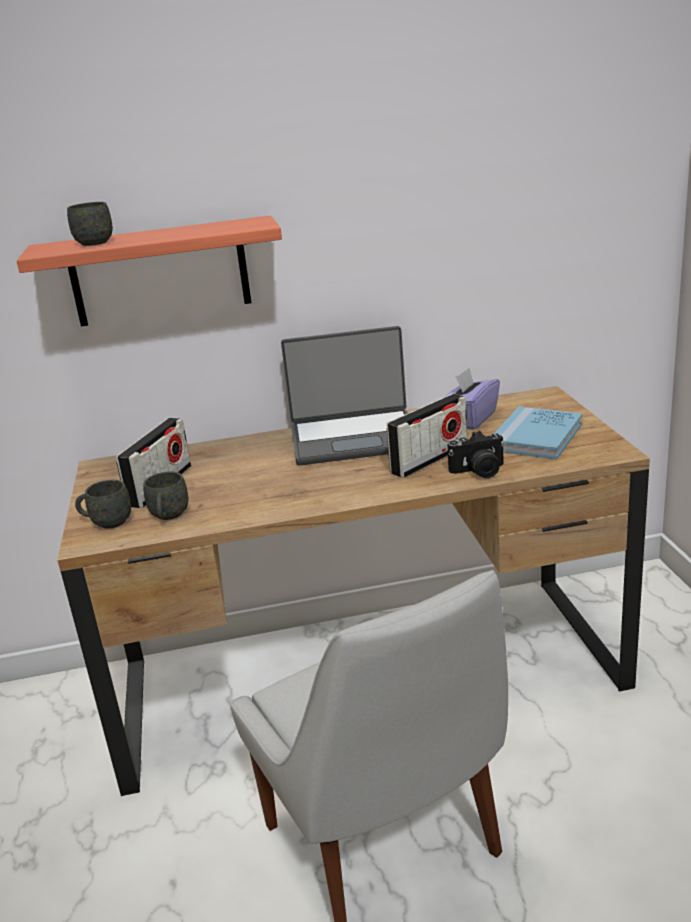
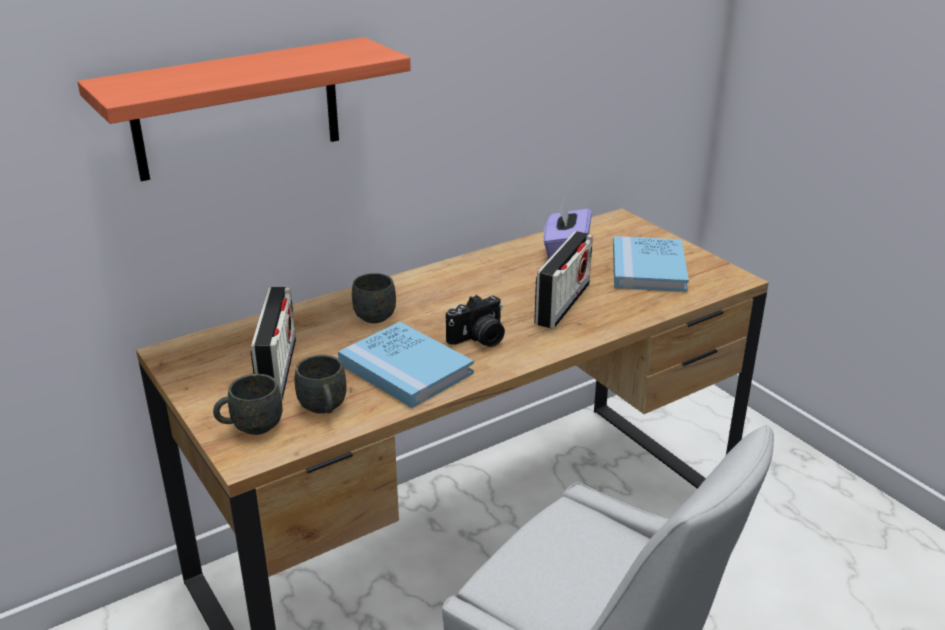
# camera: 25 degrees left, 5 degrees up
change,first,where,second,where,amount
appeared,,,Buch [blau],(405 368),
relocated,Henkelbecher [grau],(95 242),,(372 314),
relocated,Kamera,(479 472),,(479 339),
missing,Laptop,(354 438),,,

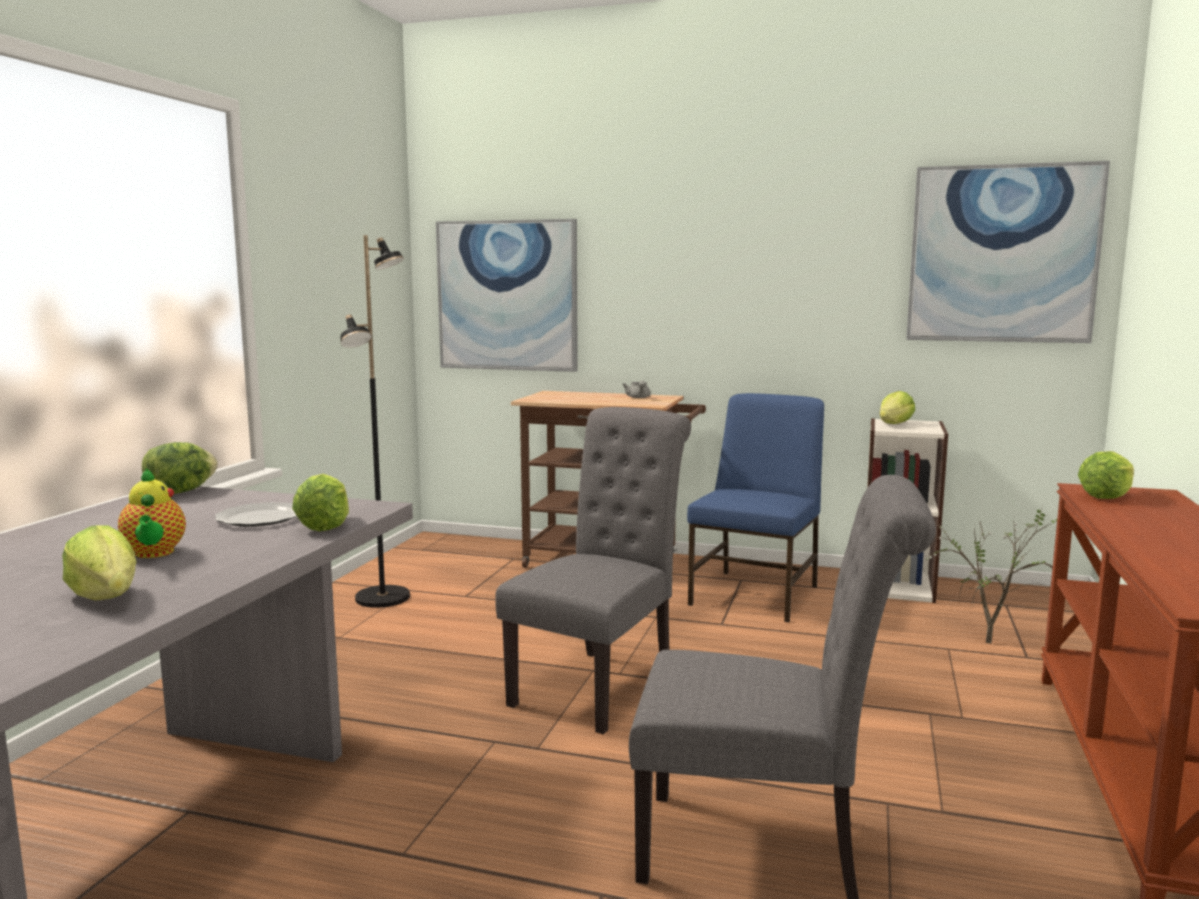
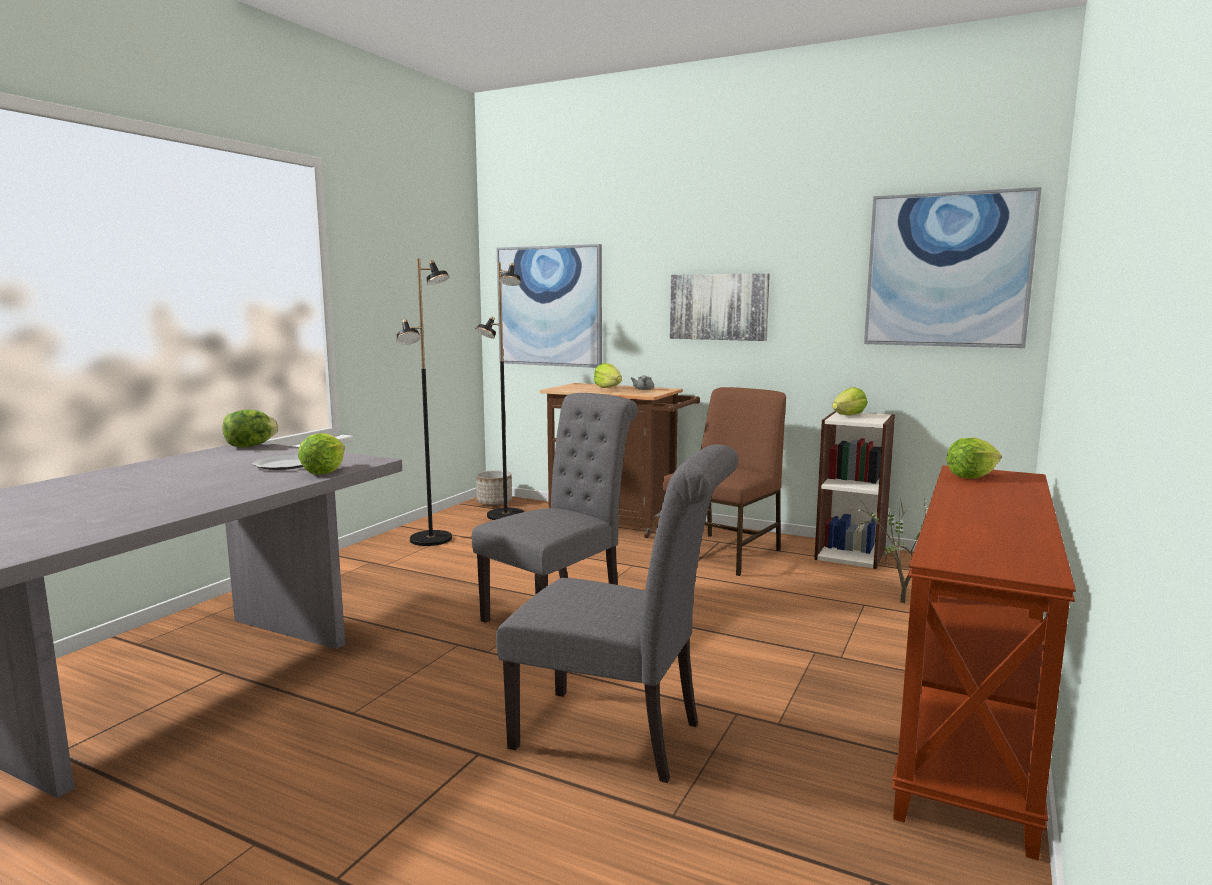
# camera: 10 degrees right, 0 degrees up
change,first,where,second,where,amount
appeared,,,Stehlampe [schwarz],(505 516),
appeared,,,Pflanzkübel,(494 503),
relocated,Salatkopf,(106 597),,(608 387),
colour,Stuhl [blau],(756 594),Stuhl [braun],(725 553),
appeared,,,Bild,(719 307),
missing,Teekanne,(154 554),,,

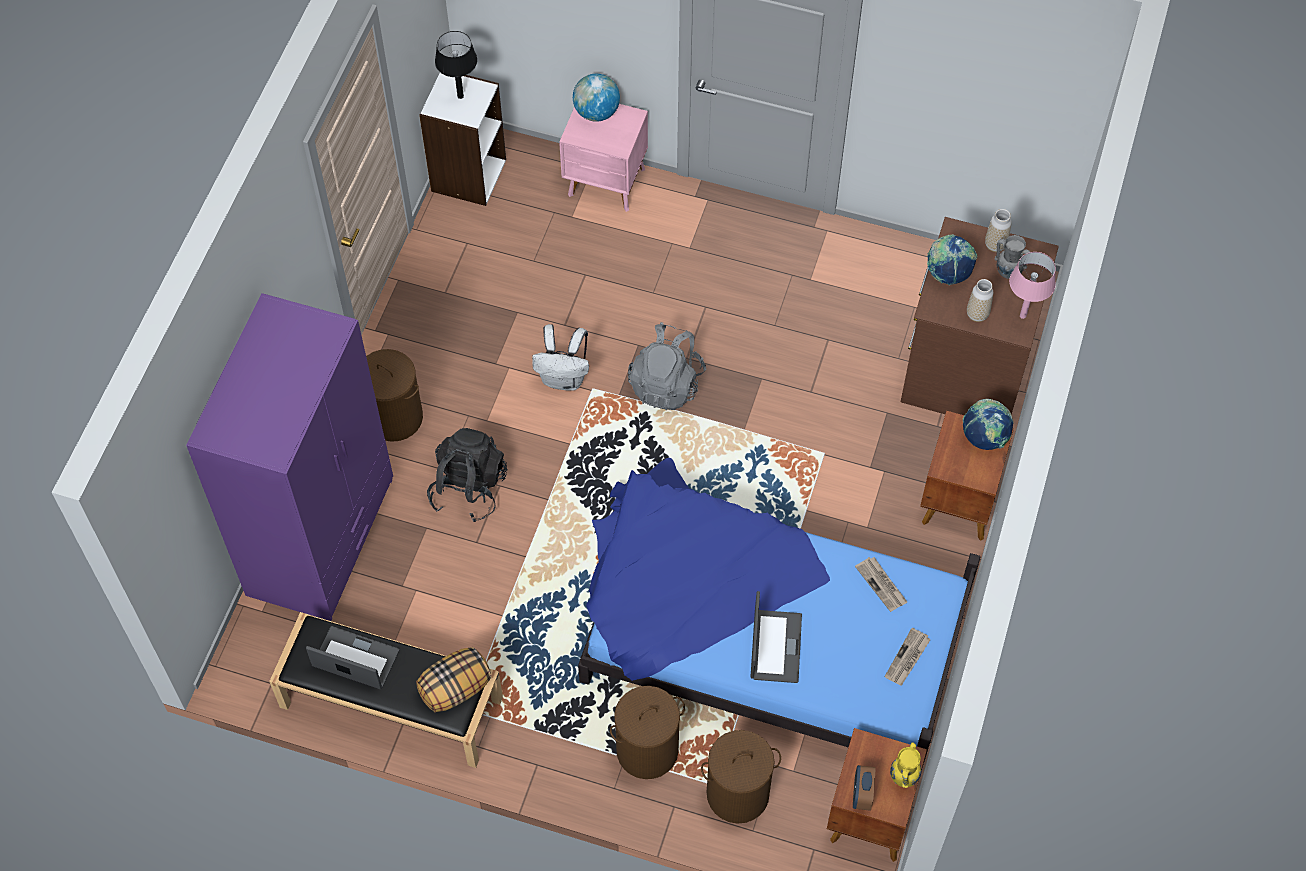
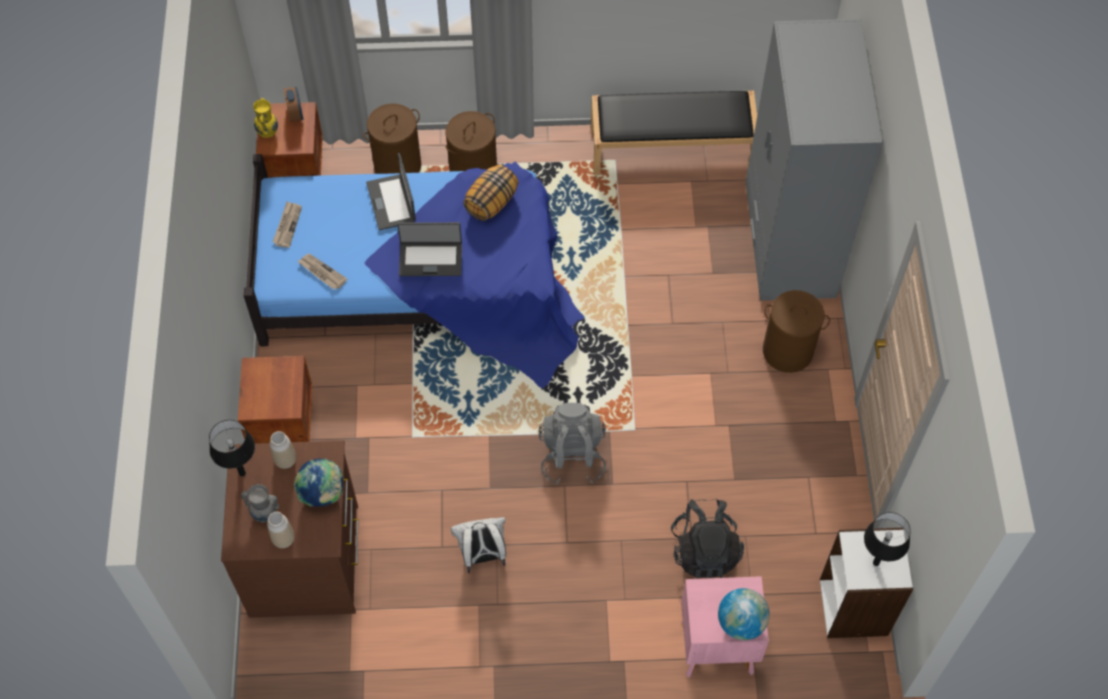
# camera: 160 degrees right, 0 degrees up
change,first,where,second,where,amount
colour,Tischlampe [rosa],(1023 315),Tischlampe [schwarz],(242 473),
relocated,Laptop,(355 659),,(430 259),
relocated,Rucksack [weiß],(564 378),,(482 556),
relocated,Kissen,(455 689),,(491 202),
relocated,Rucksack [schwarz],(468 488),,(705 550),
colour,Kleiderschrank [lila],(322 537),Kleiderschrank [grau],(788 241),
missing,Globus,(984 438),,,

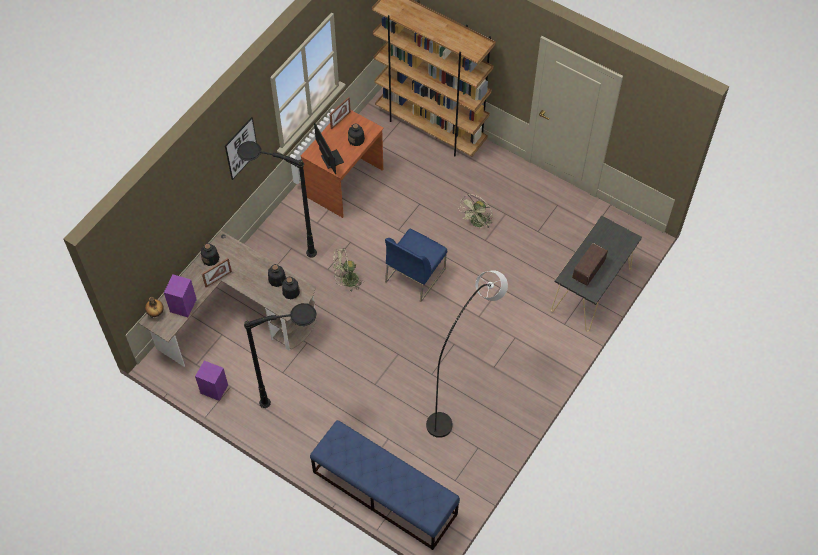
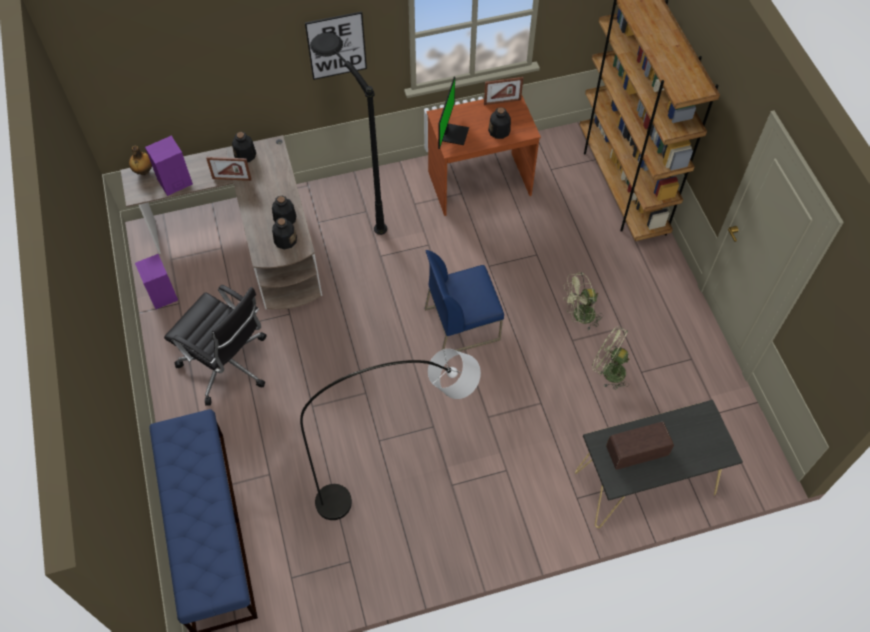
# camera: 40 degrees right, 0 degrees up
change,first,where,second,where,amount
exchanged,Stehlampe [schwarz],(301 399),Bürostuhl [schwarz],(228 365),
relocated,Ventilator [grün],(346 281),,(608 371),

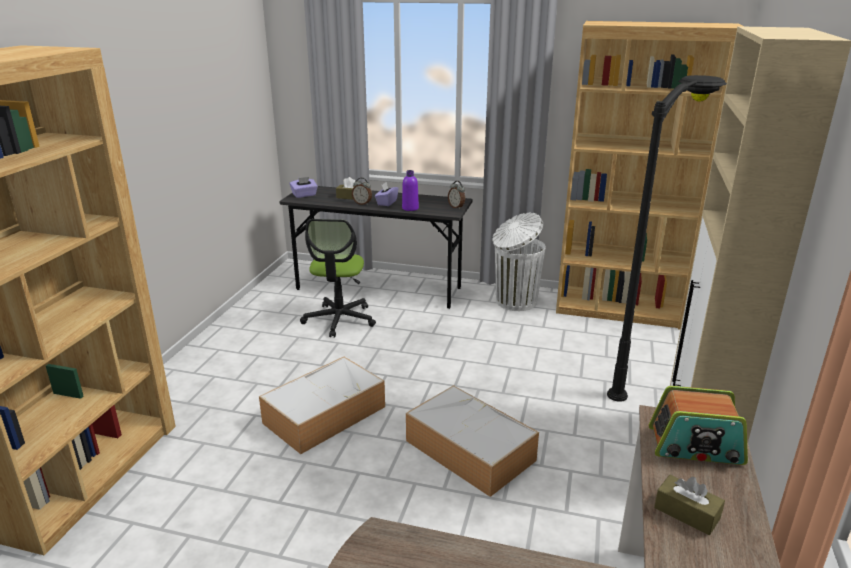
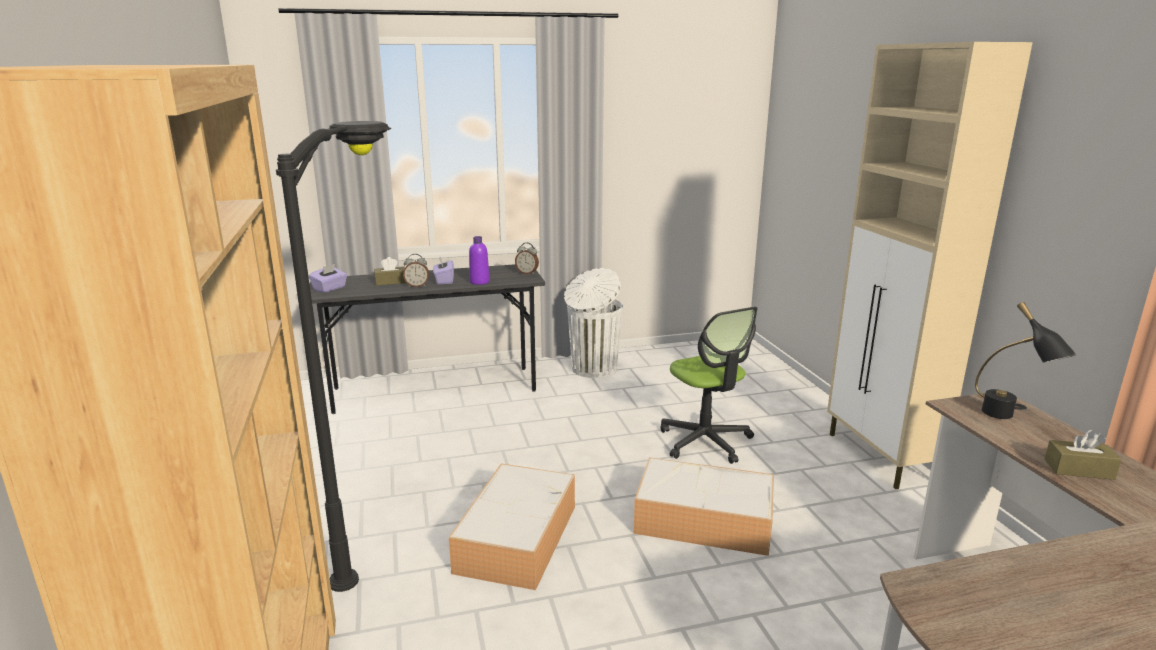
# camera: 30 degrees left, 5 degrees down
change,first,where,second,where,amount
relocated,Stehlampe [schwarz],(644 370),,(384 528),
relocated,Bürostuhl,(339 320),,(705 441),
exchanged,Radio,(695 446),Tischlampe [schwarz],(1009 418),
missing,Bücherregal [braun],(621 309),,,

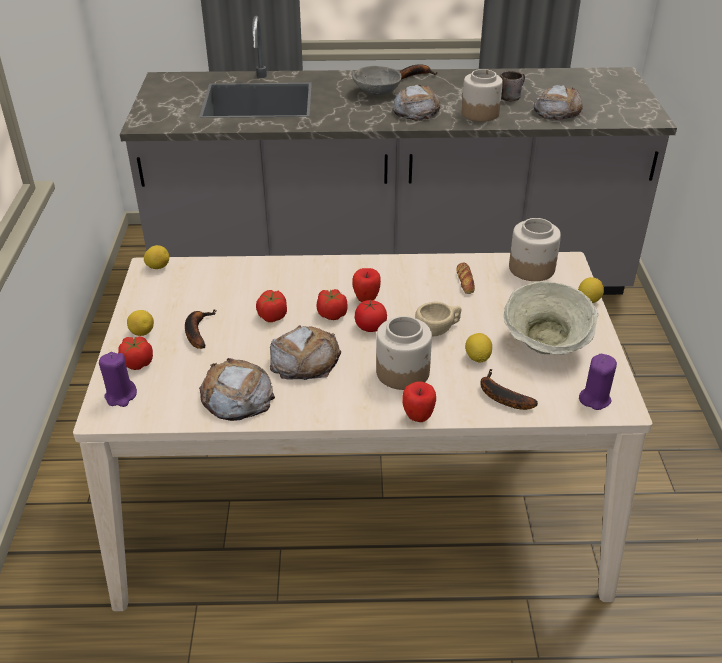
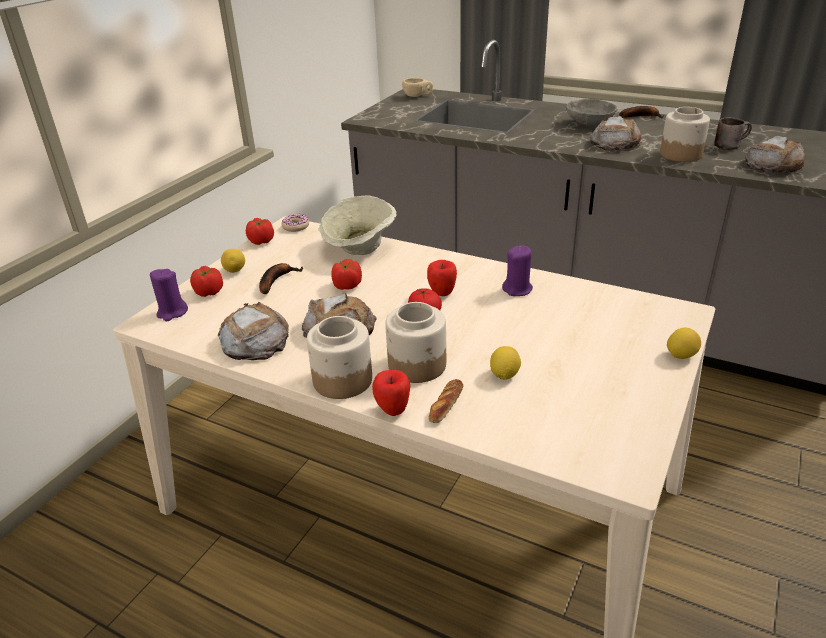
# camera: 30 degrees right, 5 degrees down
change,first,where,second,where,amount
relocated,Tomate,(332 314),,(261 241),
exchanged,Zitrone,(158 267),Donut,(295 227),
relocated,Vorratsglas,(531 268),,(341 380),
relocated,Schüssel [beige],(546 345),,(358 249),
relocated,Tasse [beige],(438 330),,(417 96),
relocated,Brot,(465 281),,(446 404),
relocated,Kerze [lila],(594 399),,(517 289),
missing,Banane,(500 396),,,

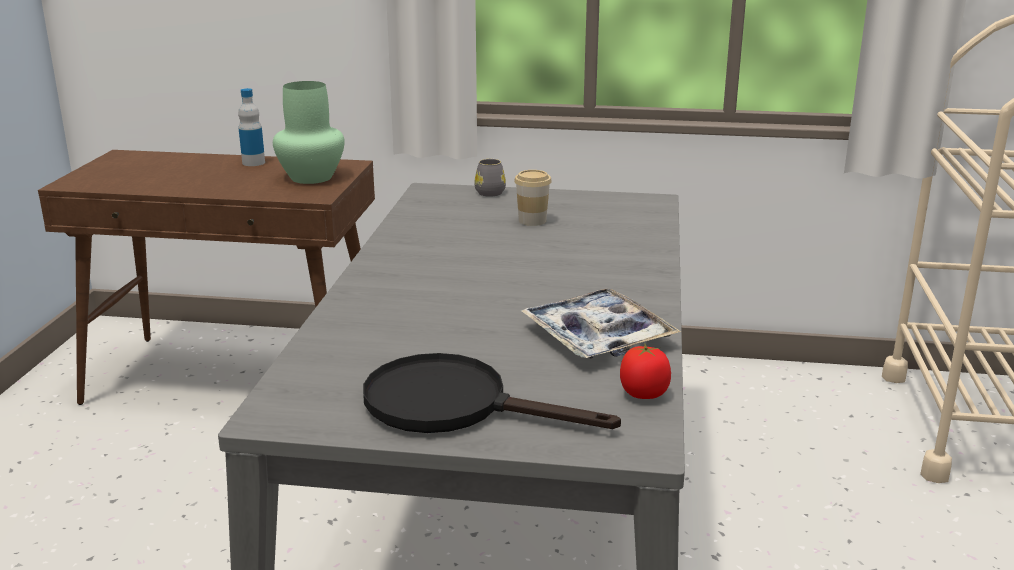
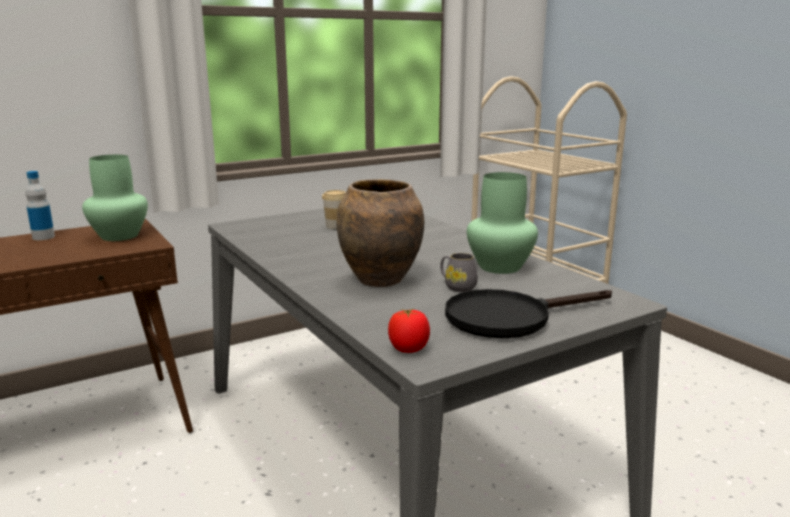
# camera: 40 degrees left, 5 degrees down
change,first,where,second,where,amount
appeared,,,Vase [braun],(380 280),
relocated,Tomate,(644 394),,(409 349),
relocated,Henkelbecher [grau],(489 191),,(457 287),
exchanged,Tablett,(597 336),Vase [grün],(499 266),

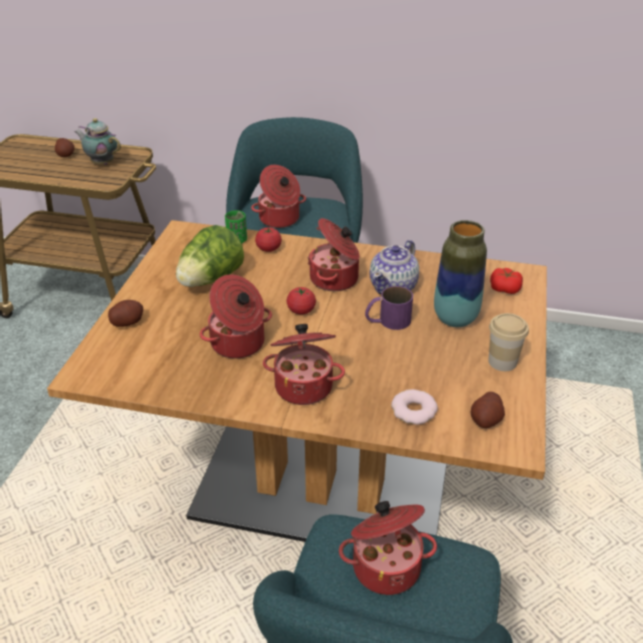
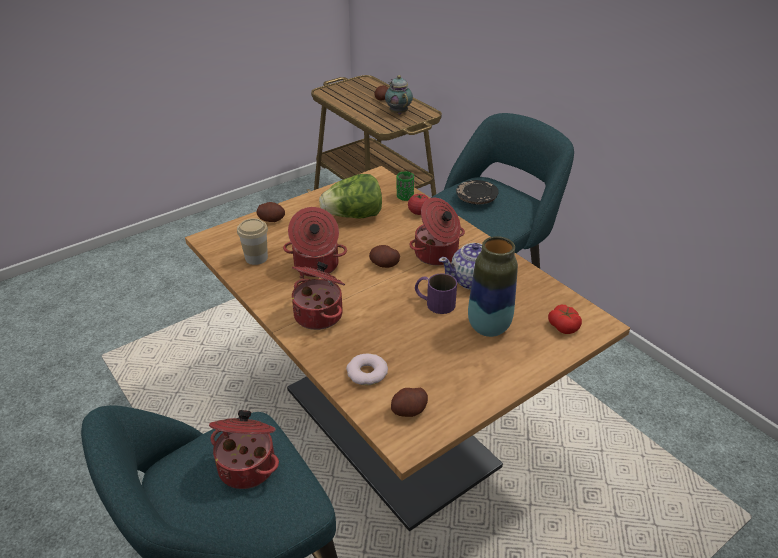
# camera: 40 degrees right, 0 degrees up
change,first,where,second,where,amount
relocated,Tasse,(502 362),,(256 258),
exchanged,Tomate,(301 310),Kartoffel,(384 264),
exchanged,Kochtopf,(279 219),Teller [schwarz],(476 199),

